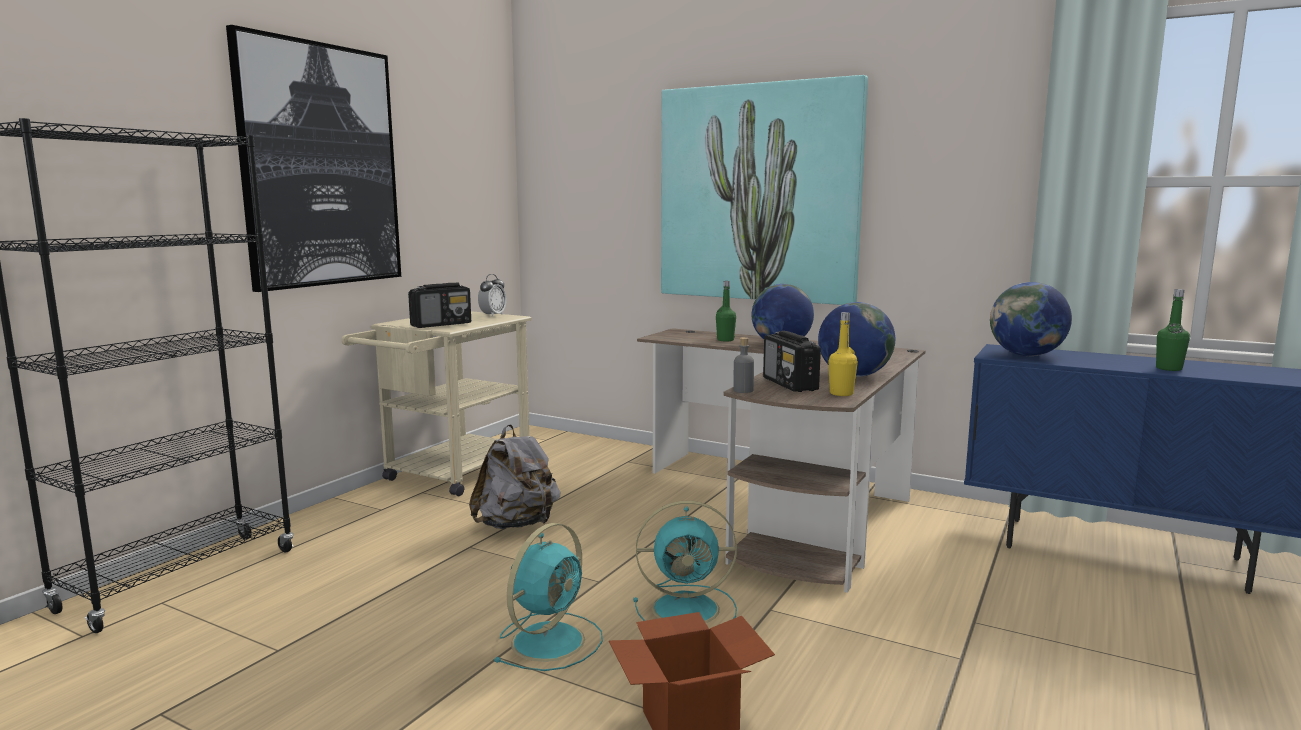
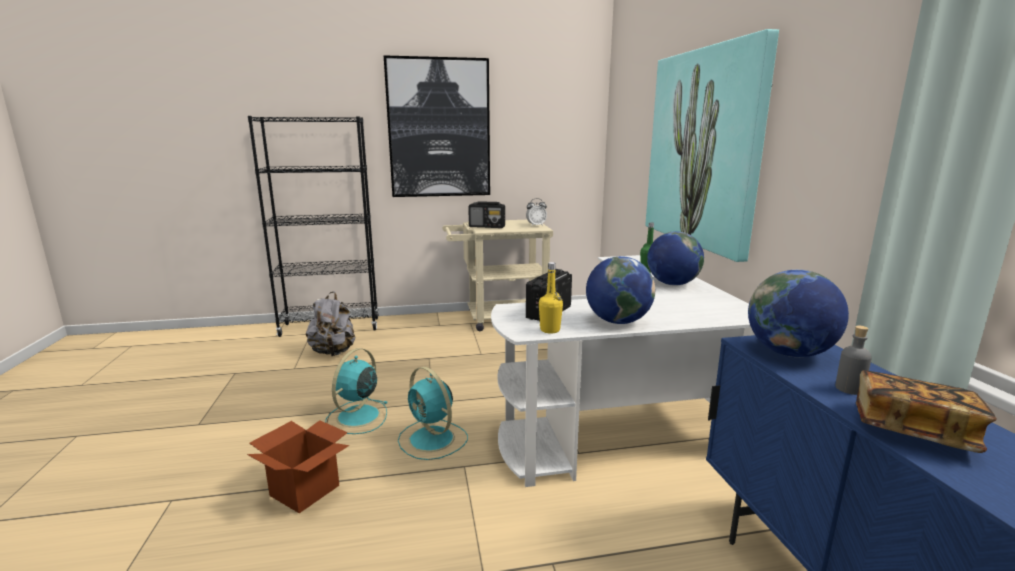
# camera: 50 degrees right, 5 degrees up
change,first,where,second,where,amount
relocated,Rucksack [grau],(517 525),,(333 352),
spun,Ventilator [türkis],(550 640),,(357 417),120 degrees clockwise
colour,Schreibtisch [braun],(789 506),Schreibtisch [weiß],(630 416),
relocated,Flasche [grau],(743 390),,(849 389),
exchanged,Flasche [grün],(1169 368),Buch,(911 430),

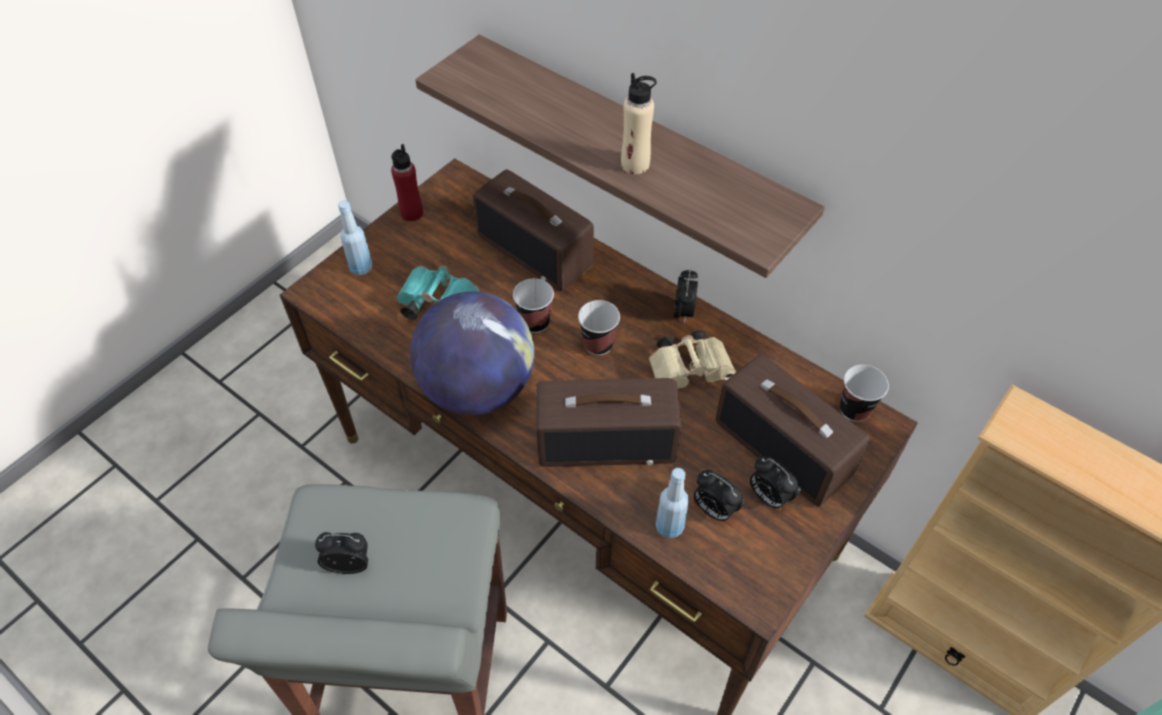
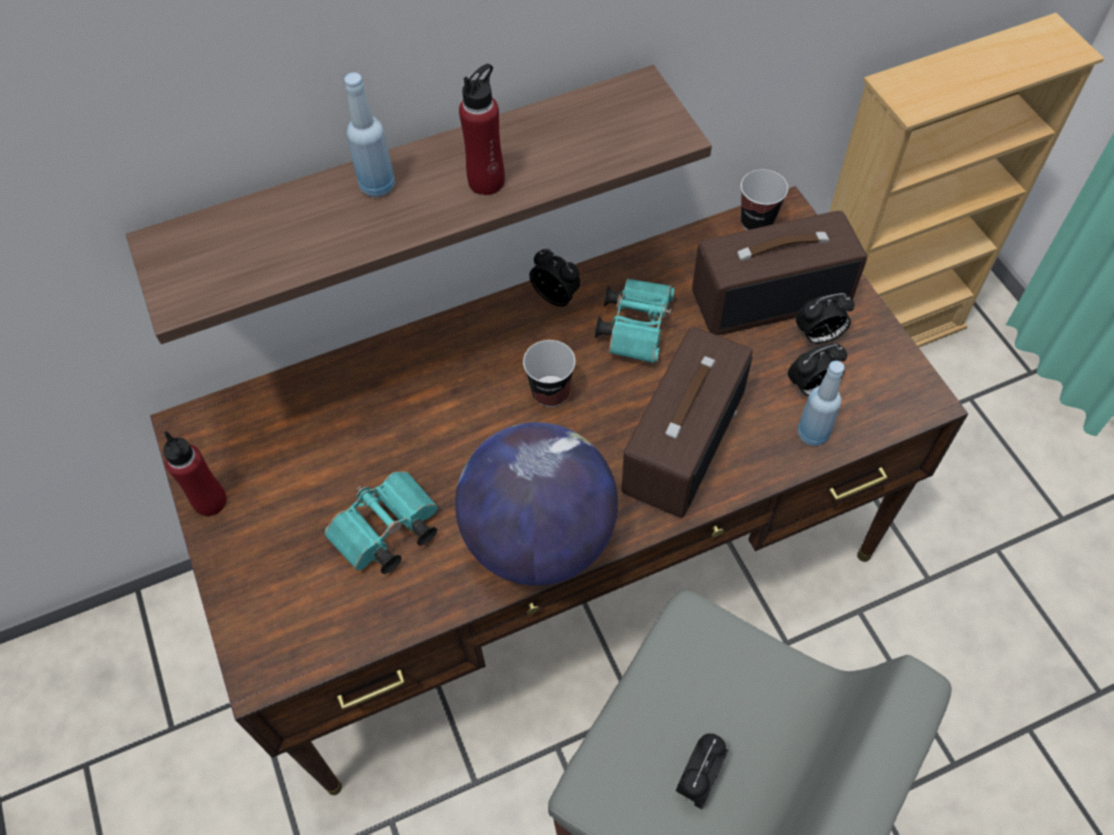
# camera: 60 degrees left, 5 degrees up
change,first,where,second,where,amount
relocated,Flasche [blau],(361 268),,(377 186),
colour,Flasche [beige],(635 164),Flasche [rot],(486 181),
colour,Fernglas [beige],(691 370),Fernglas [türkis],(636 326),
missing,Radio,(536 251),,,
missing,Tasse,(535 322),,,

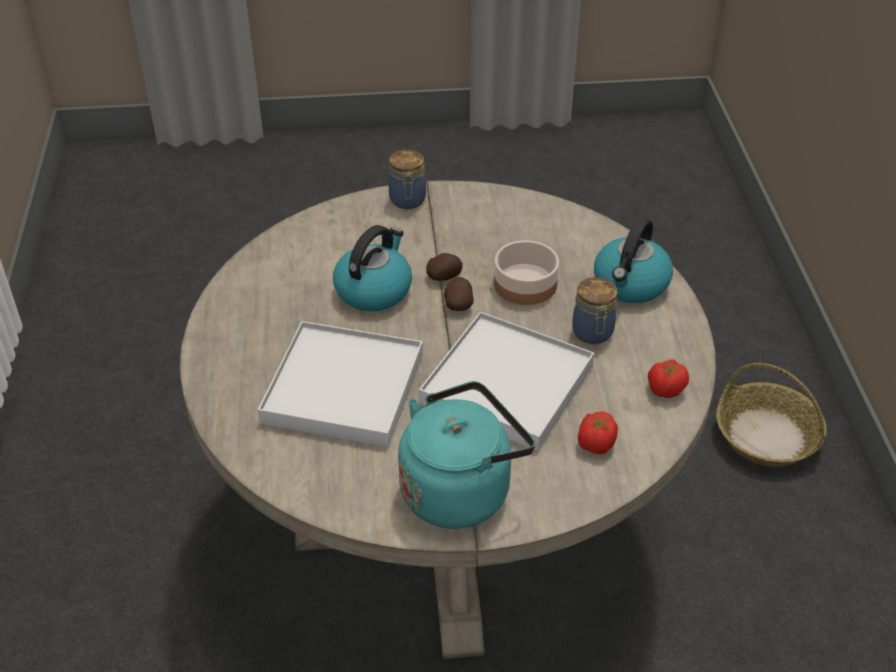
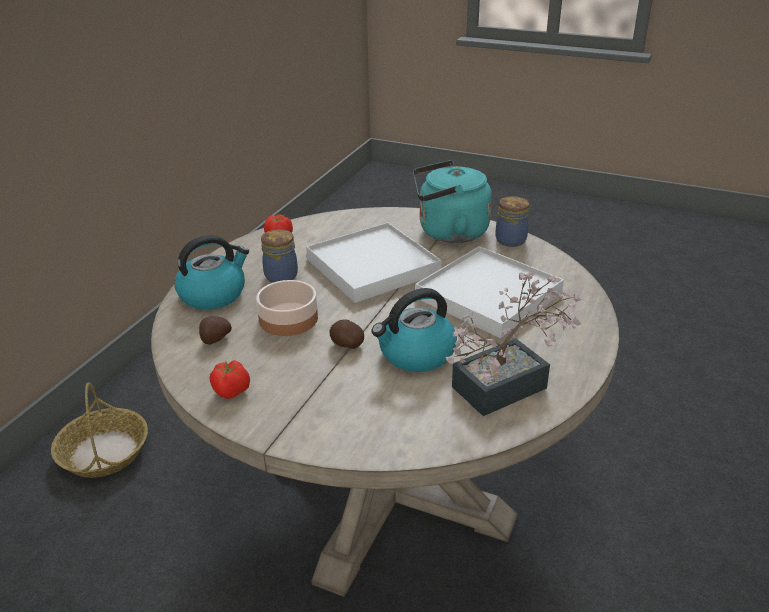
# camera: 150 degrees left, 10 degrees down
change,first,where,second,where,amount
relocated,Kartoffel,(458 304),,(215 339),
relocated,Tomate,(595 444),,(232 391),
appeared,,,Topfpflanze,(508 384),
relocated,Vorratsglas,(407 201),,(511 239),

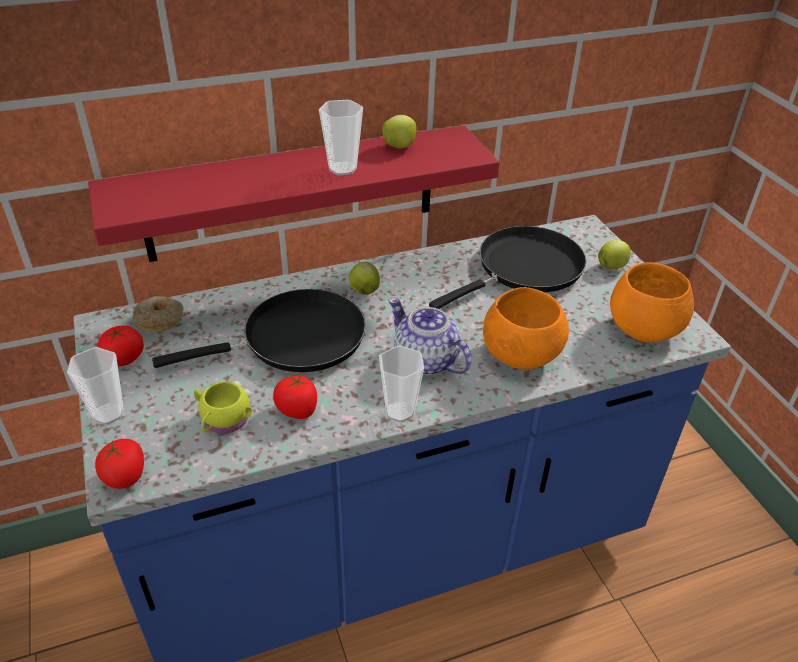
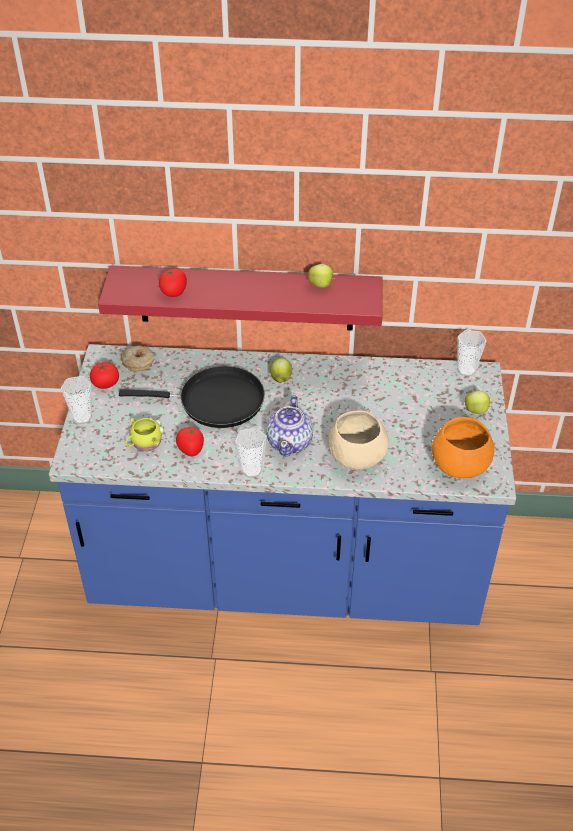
# camera: 25 degrees right, 5 degrees up
change,first,where,second,where,amount
relocated,Tomate,(125 476),,(174 292),
spun,Teekanne,(426 361),,(290 442),150 degrees counterclockwise
colour,Schüssel [orange],(520 355),Schüssel [beige],(356 457),
relocated,Tasse,(342 169),,(466 370),
missing,Pfanne [schwarz],(524 269),,,

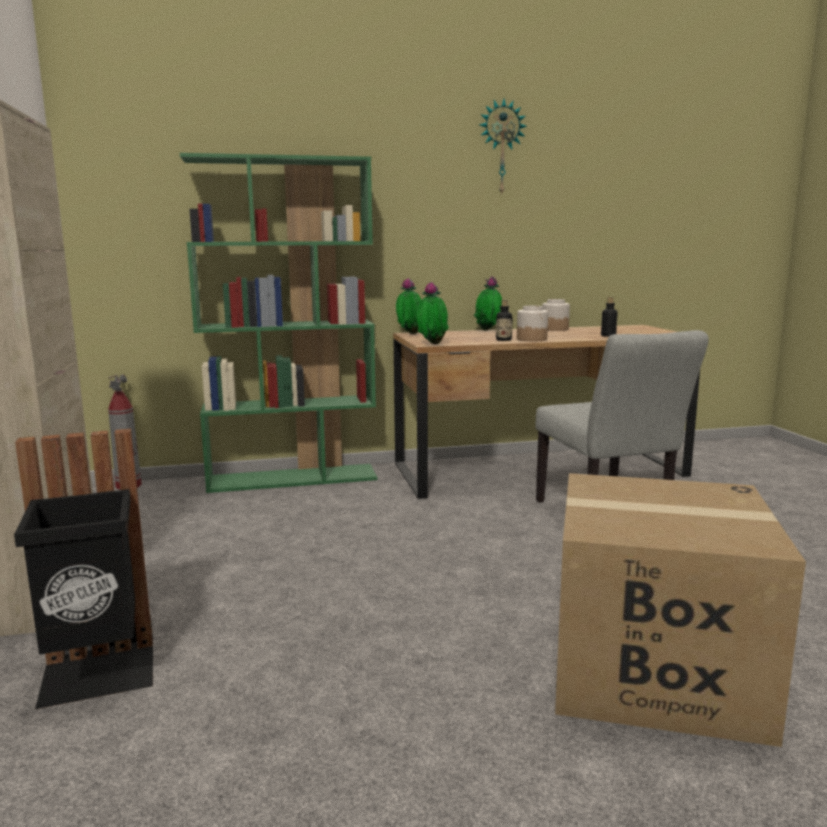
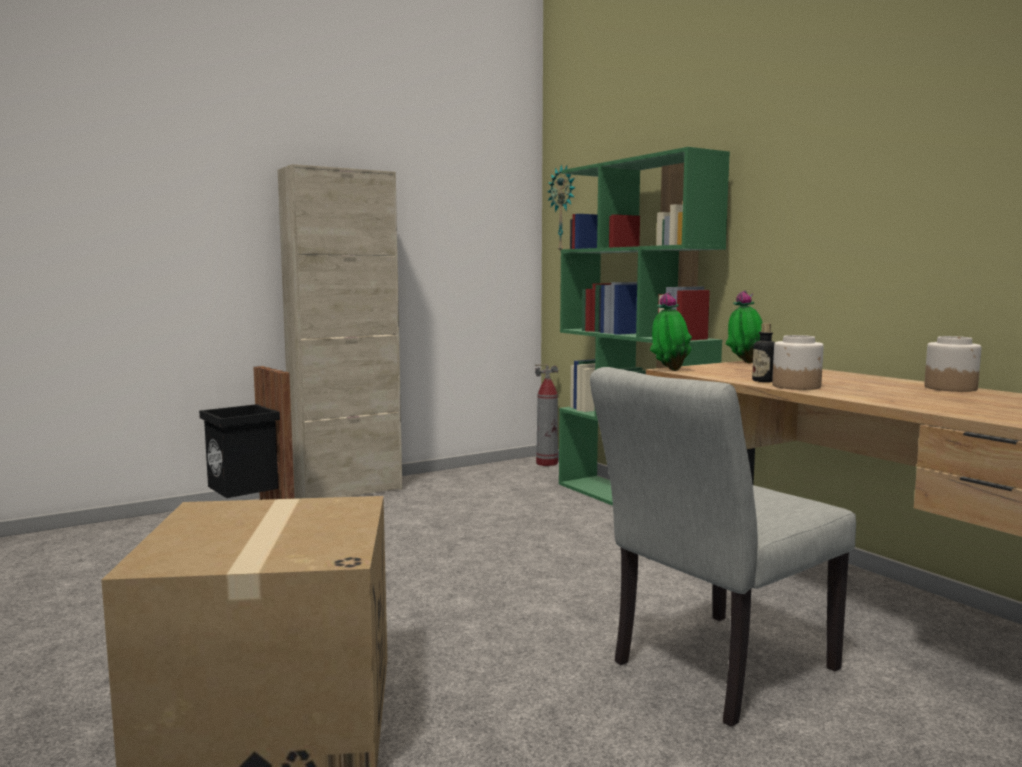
# camera: 70 degrees right, 5 degrees down
change,first,where,second,where,amount
relocated,Wanduhr,(501 147),,(564 209),
missing,Topfpflanze,(488 330),,,
missing,Flasche,(608 336),,,

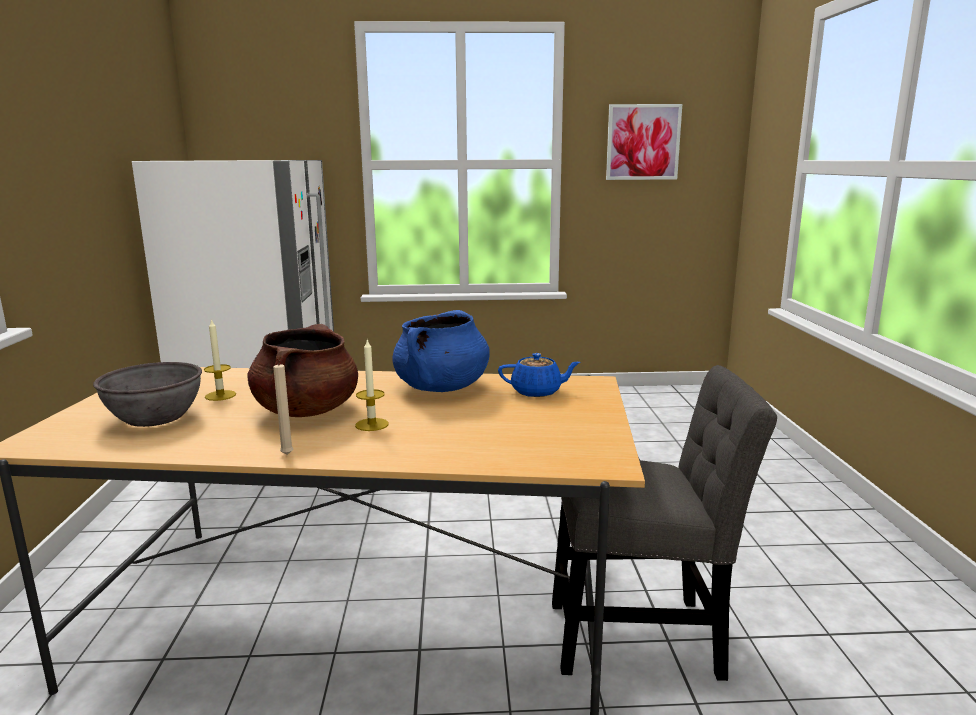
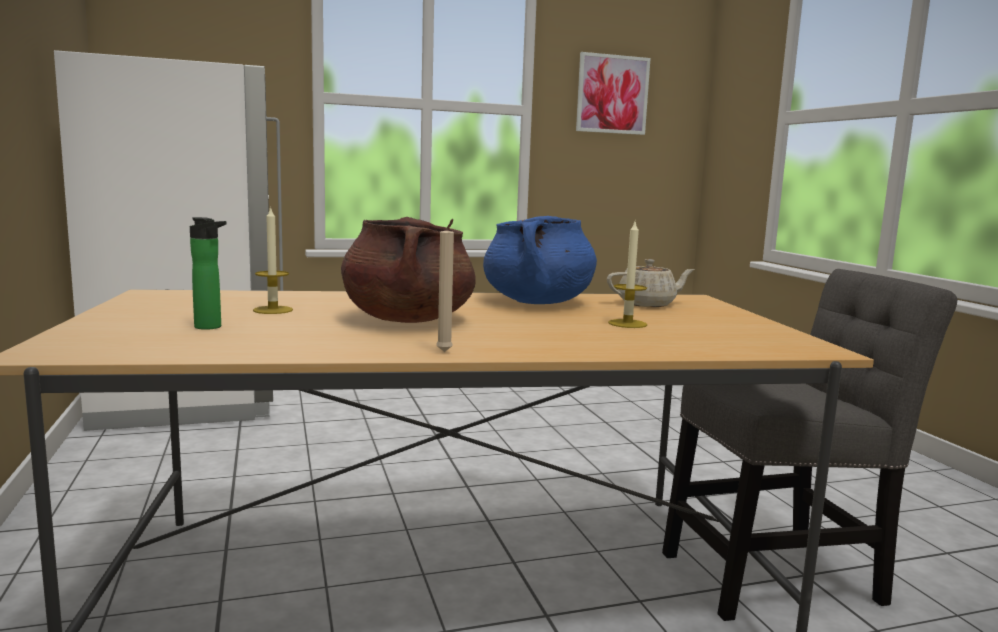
# camera: 15 degrees left, 5 degrees down
change,first,where,second,where,amount
exchanged,Schüssel [grau],(155 417),Flasche,(211 327),
colour,Teekanne [blau],(537 392),Teekanne [beige],(648 304),
relocated,Kerze,(372 424),,(627 324),

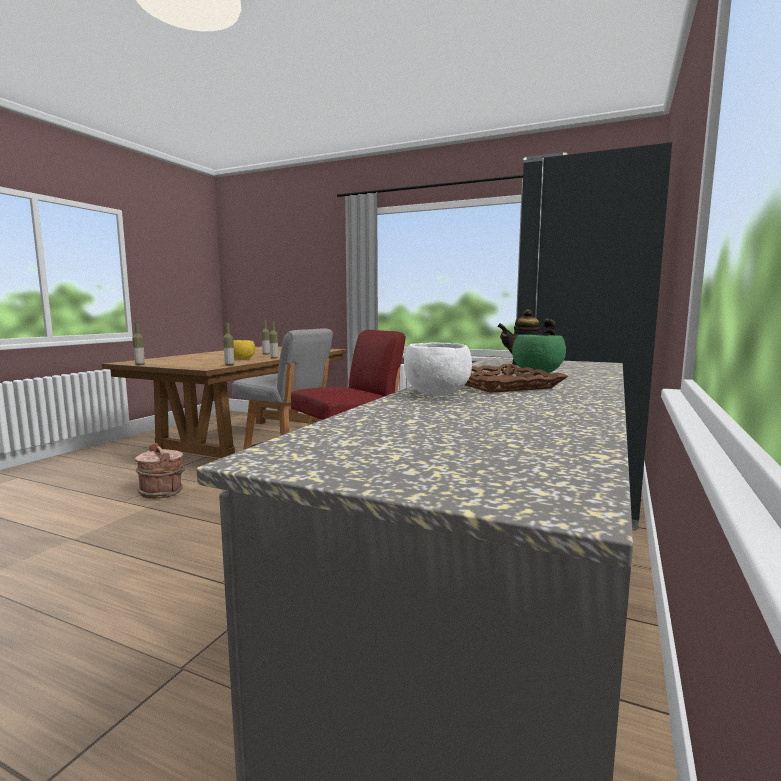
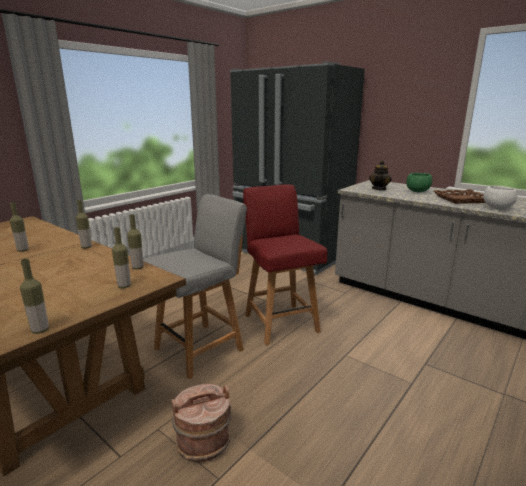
# camera: 75 degrees left, 10 degrees up
change,first,where,second,where,amount
appeared,,,Flasche,(124 286),
missing,Schüssel [gelb],(243 359),,,

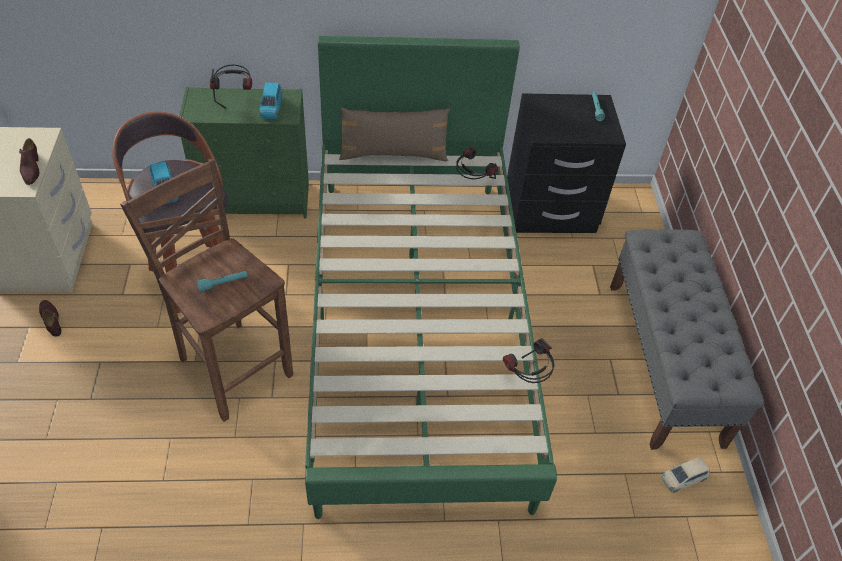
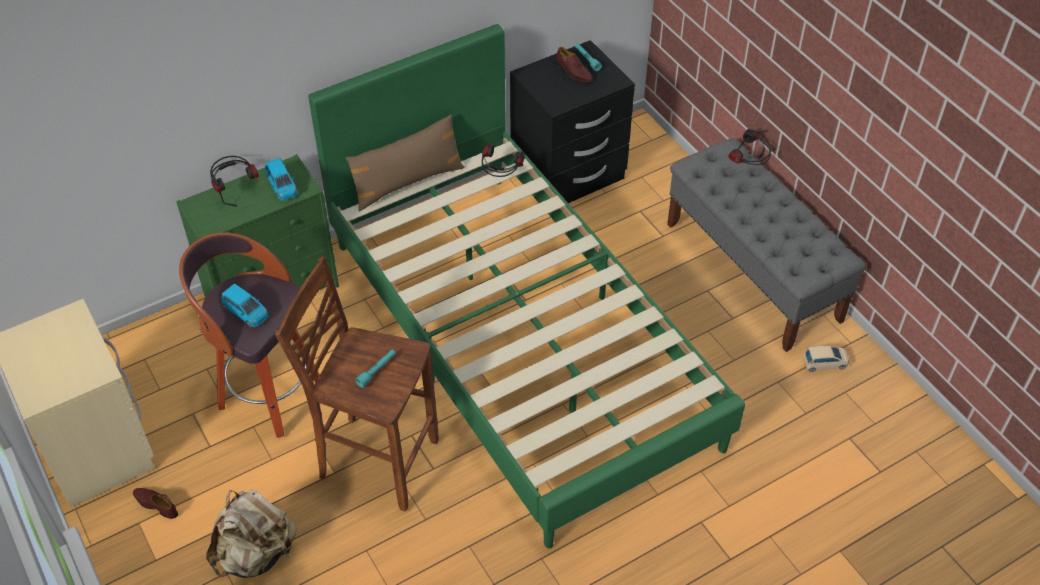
# camera: 25 degrees left, 0 degrees up
change,first,where,second,where,amount
appeared,,,Rucksack [beige],(256 553),
relocated,Schuh [braun],(31 169),,(573 72),
relocated,Kopfhörer,(527 376),,(747 166),
spun,Spielzeugauto [beige],(683 478),,(824 363),135 degrees counterclockwise

